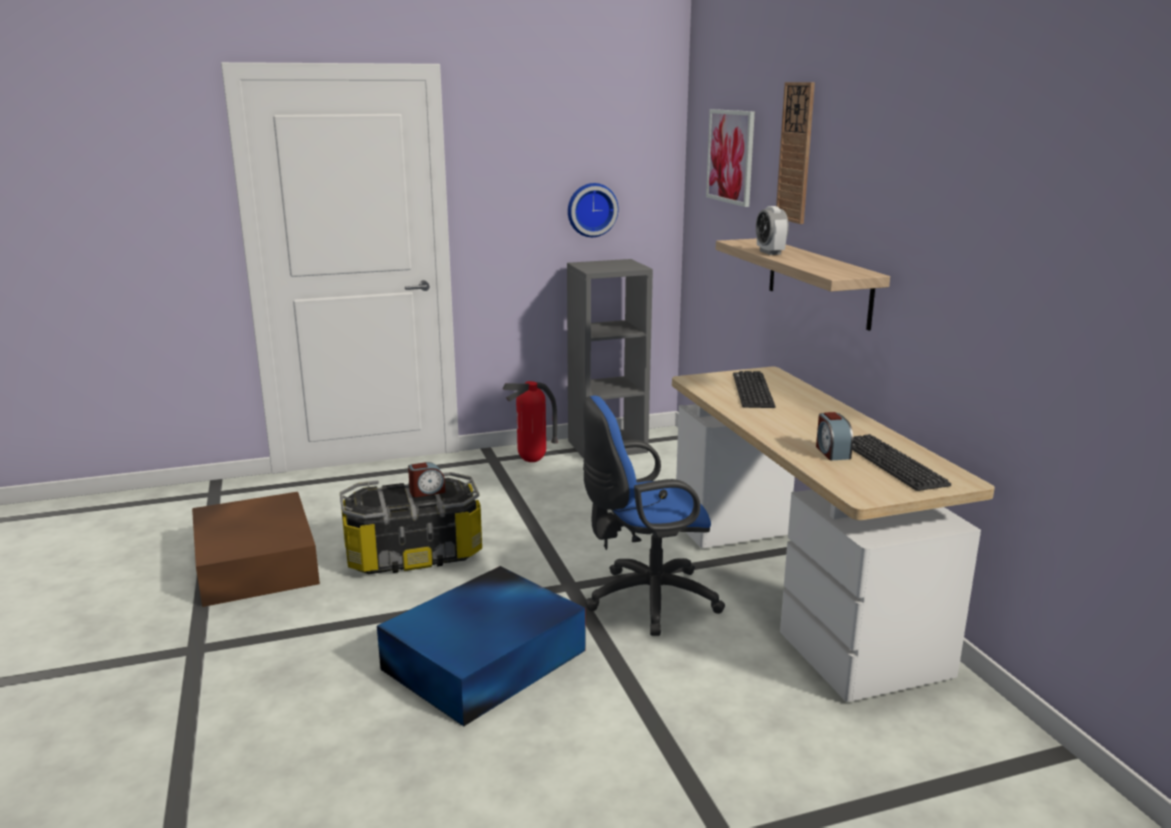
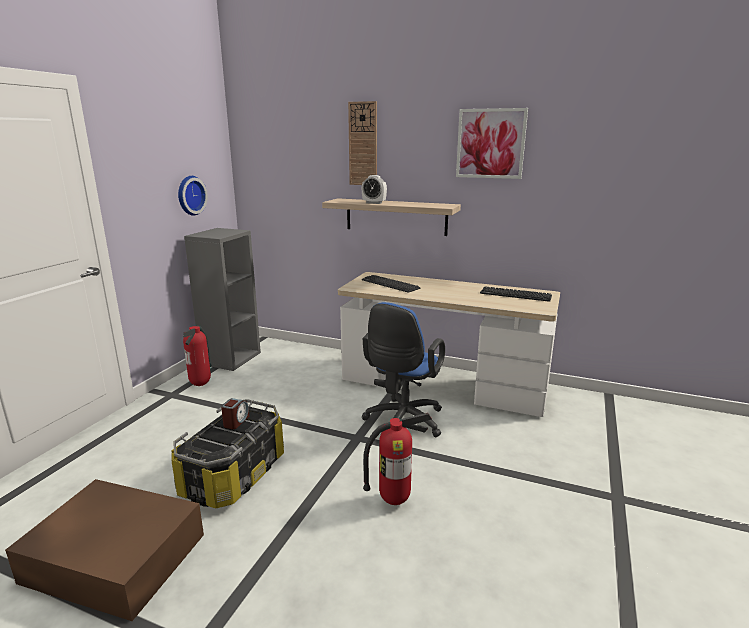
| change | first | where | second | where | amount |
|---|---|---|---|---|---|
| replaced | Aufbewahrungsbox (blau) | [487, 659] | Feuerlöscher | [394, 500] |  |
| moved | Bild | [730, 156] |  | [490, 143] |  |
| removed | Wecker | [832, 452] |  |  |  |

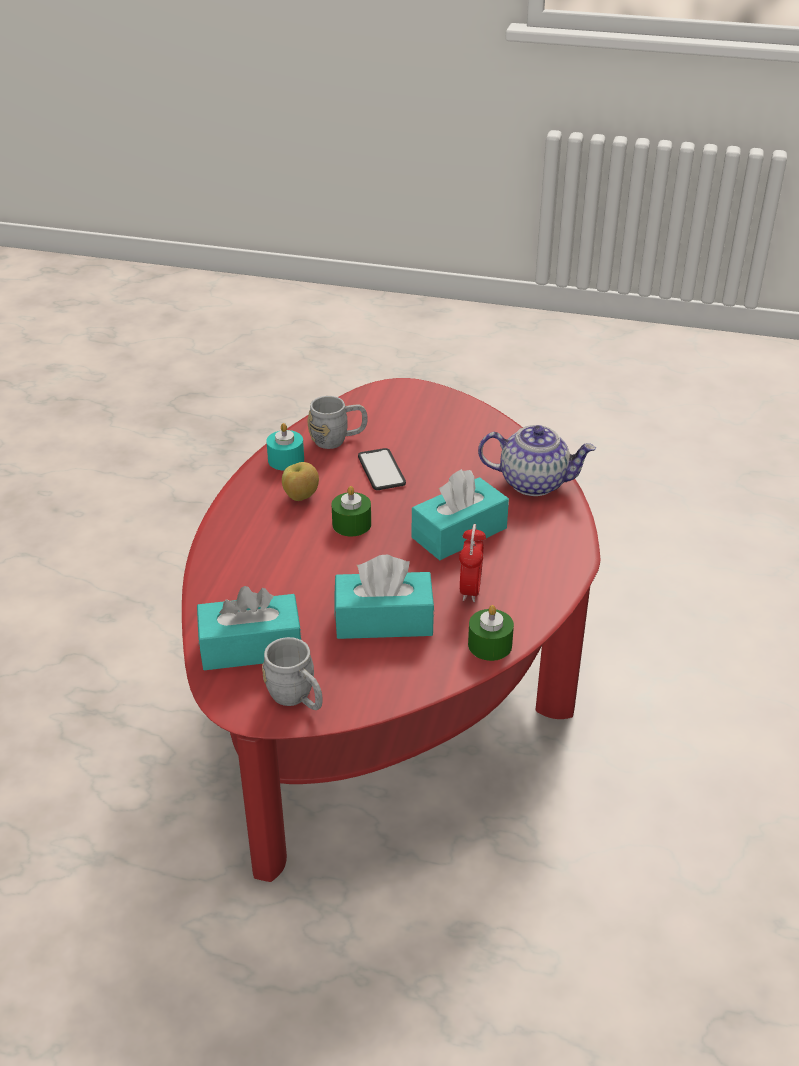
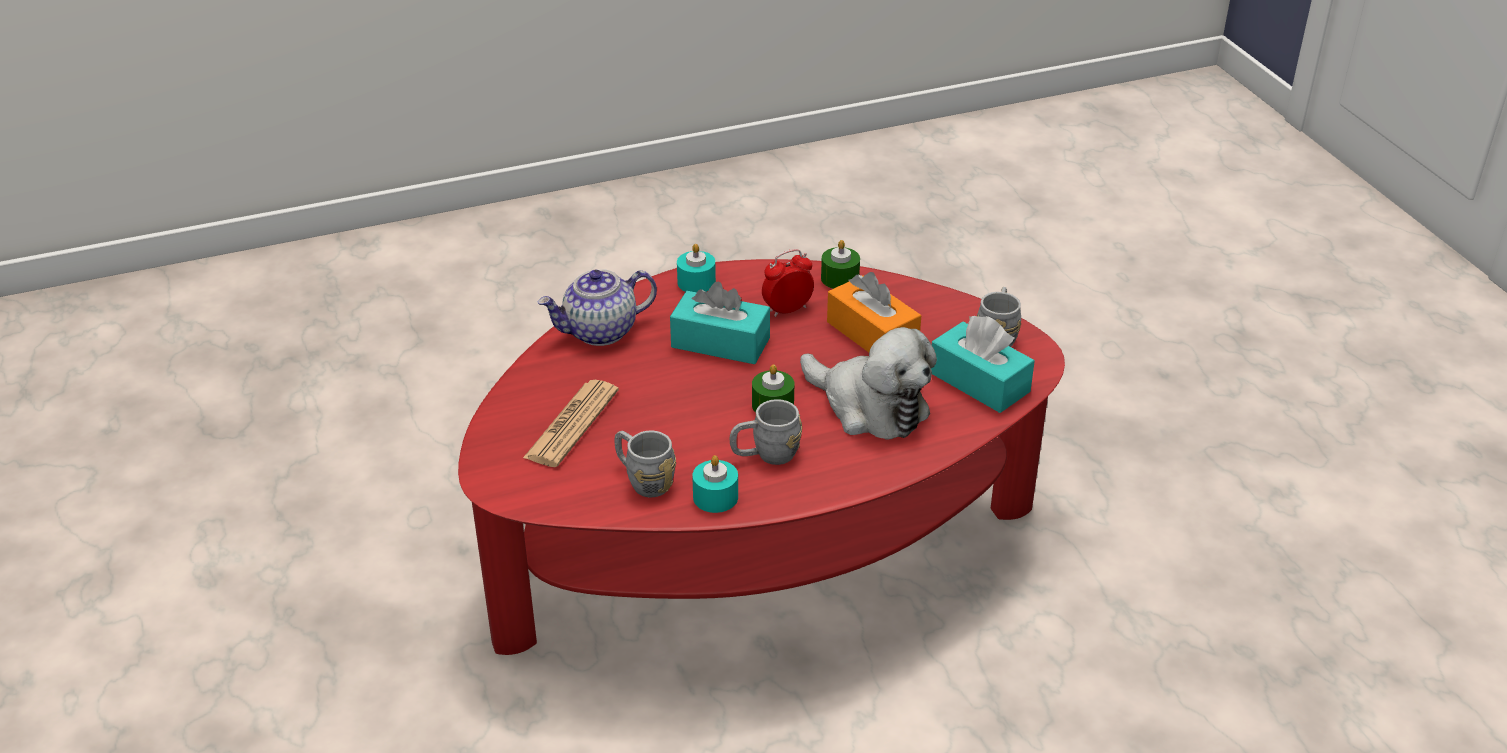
| change | first | where | second | where | amount |
|---|---|---|---|---|---|
| added |  |  | Zeitung | [572, 424] |  |
| turned | Teekanne | [534, 482] |  | [600, 332] | 90 degrees counterclockwise |
| added |  |  | Kerze (türkis) | [696, 282] |  |
| replaced | Apfel | [300, 497] | Henkelbecher (grau) | [765, 455] |  |
| added |  |  | Plüschtier | [870, 407] |  |
| recoloured | Taschentuchbox (türkis) | [384, 620] | Taschentuchbox (orange) | [872, 334] |  |
| removed | Handy | [381, 470] |  |  |  |

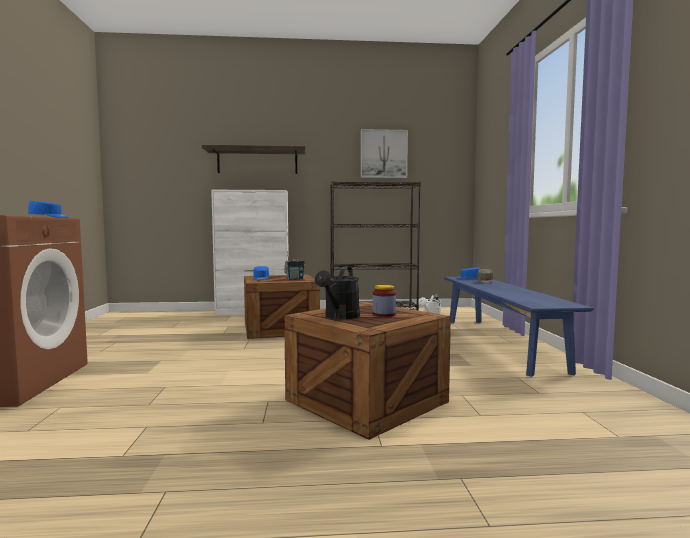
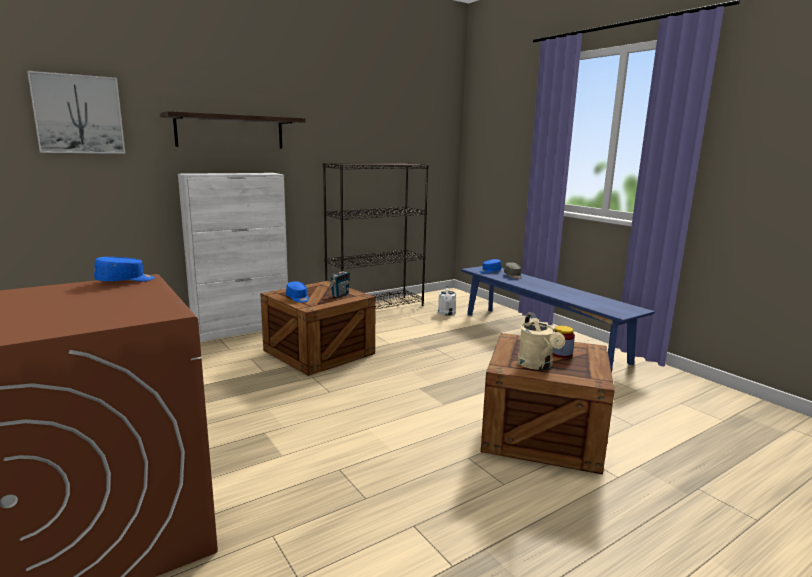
| change | first | where | second | where | amount |
|---|---|---|---|---|---|
| moved | Bild | [383, 154] |  | [78, 114] |  |
| recoloured | Gießkanne (schwarz) | [340, 317] | Gießkanne (beige) | [537, 365] |  |

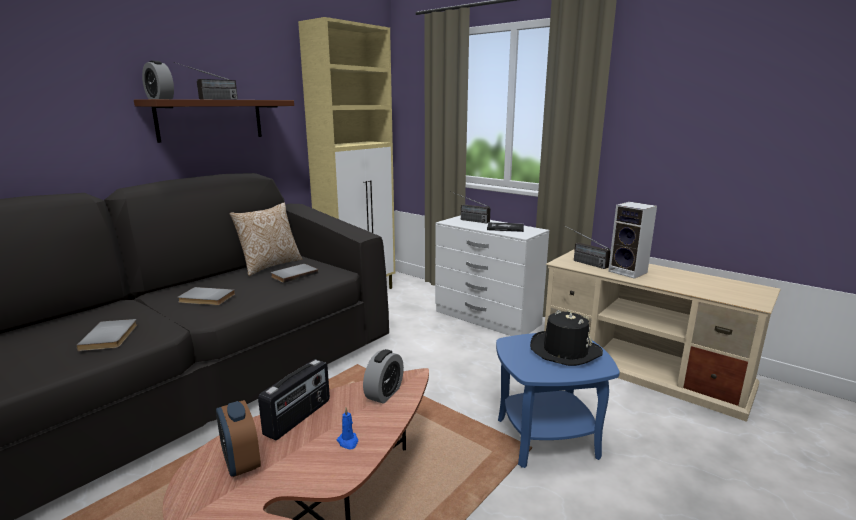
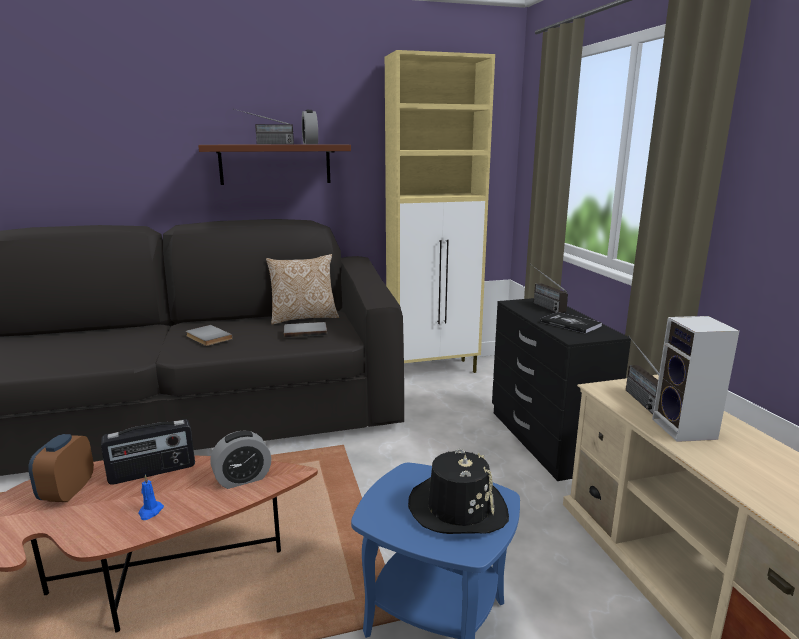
| change | first | where | second | where | amount |
|---|---|---|---|---|---|
| moved | Wecker | [160, 99] |  | [310, 144] |  |
| recoloured | Kommode (weiß) | [487, 318] | Kommode (schwarz) | [545, 440] |  |
| removed | Buch (grau) | [111, 336] |  |  |  |

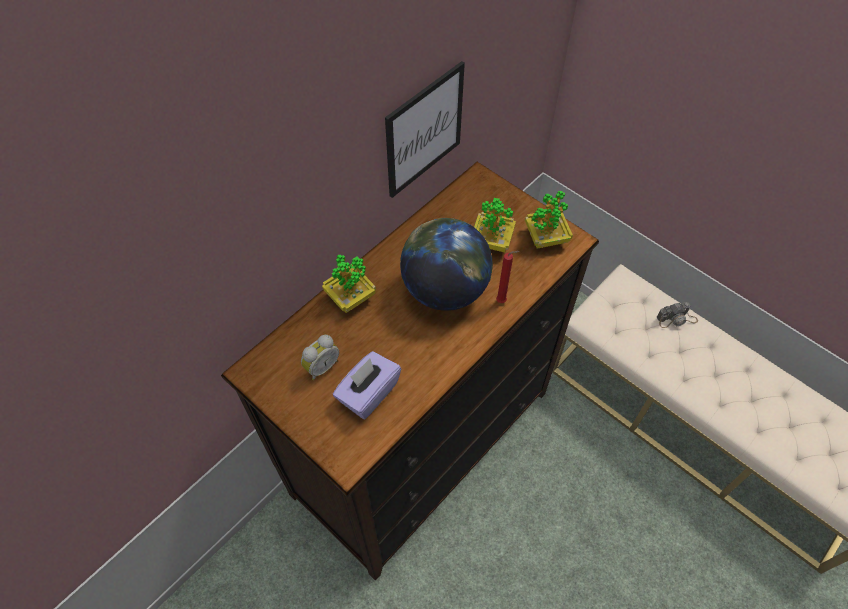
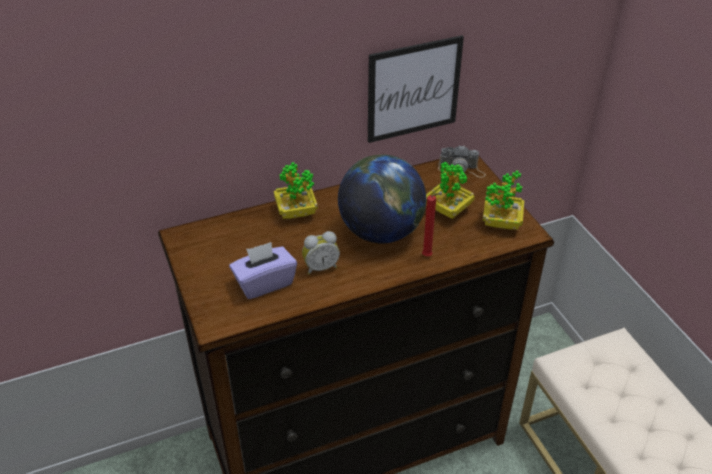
| change | first | where | second | where | amount |
|---|---|---|---|---|---|
| moved | Wecker | [321, 366] |  | [320, 267] |  |
| moved | Kamera | [676, 319] |  | [461, 169] |  |

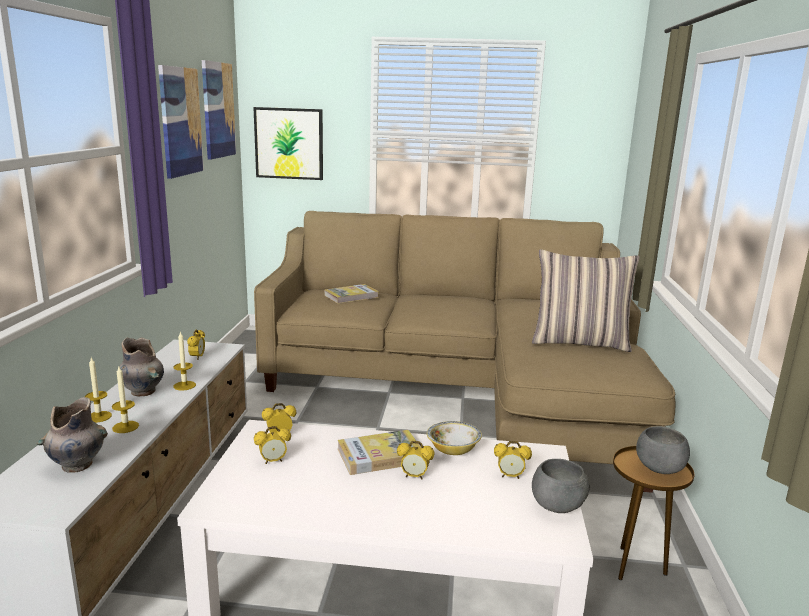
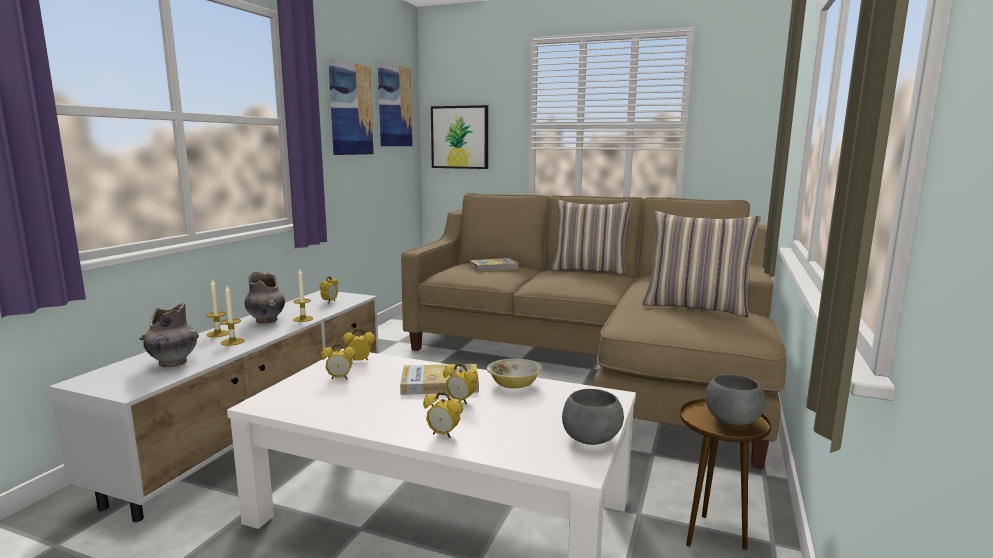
| change | first | where | second | where | amount |
|---|---|---|---|---|---|
| moved | Wecker | [510, 476] |  | [443, 434] |  |
| added |  |  | Kissen | [589, 270] |  |

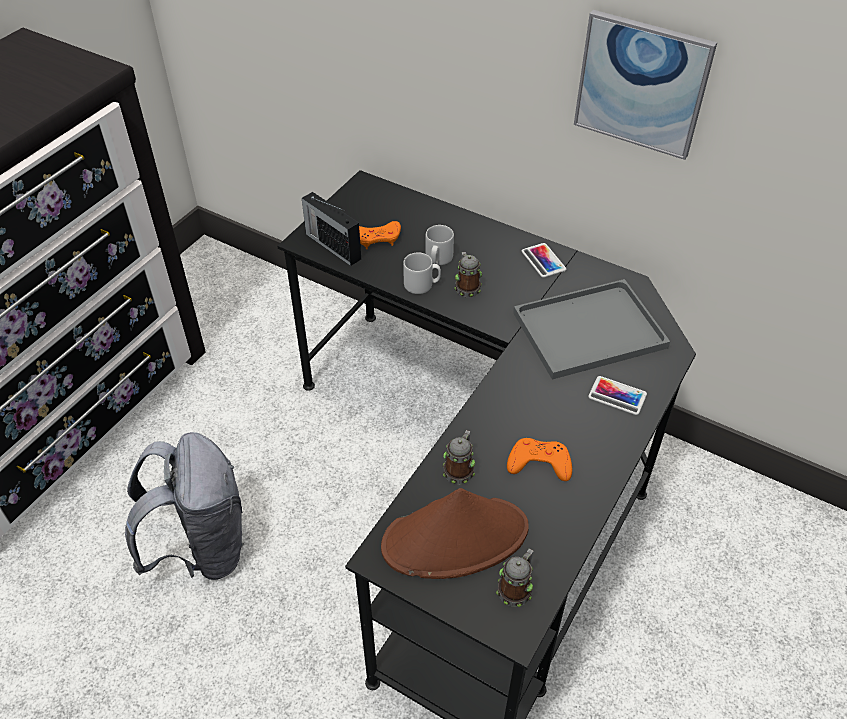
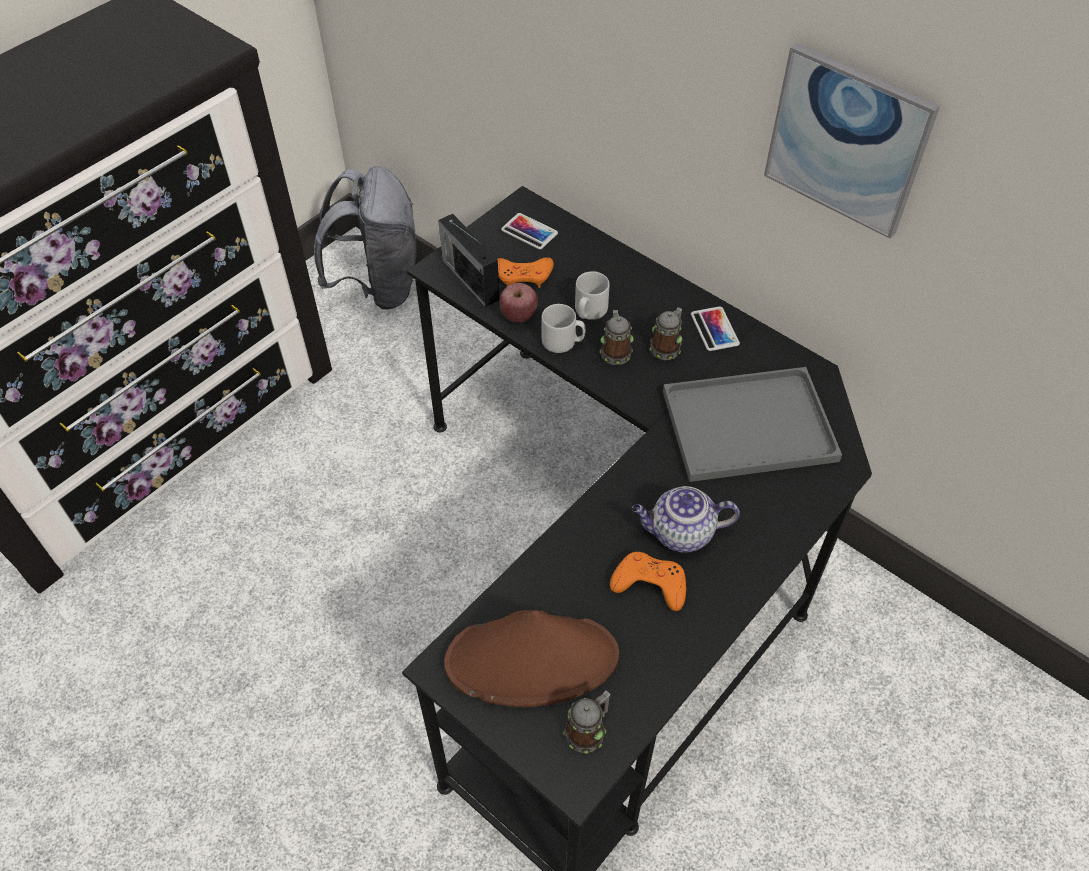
| change | first | where | second | where | amount |
|---|---|---|---|---|---|
| moved | Rucksack (grau) | [202, 547] |  | [378, 286] |  |
| added |  |  | Apfel | [519, 316] |  |
| moved | Handy | [617, 396] |  | [529, 231] |  |
| added |  |  | Teekanne | [680, 533] |  |
| moved | Henkelbecher | [460, 469] |  | [667, 346] |  |

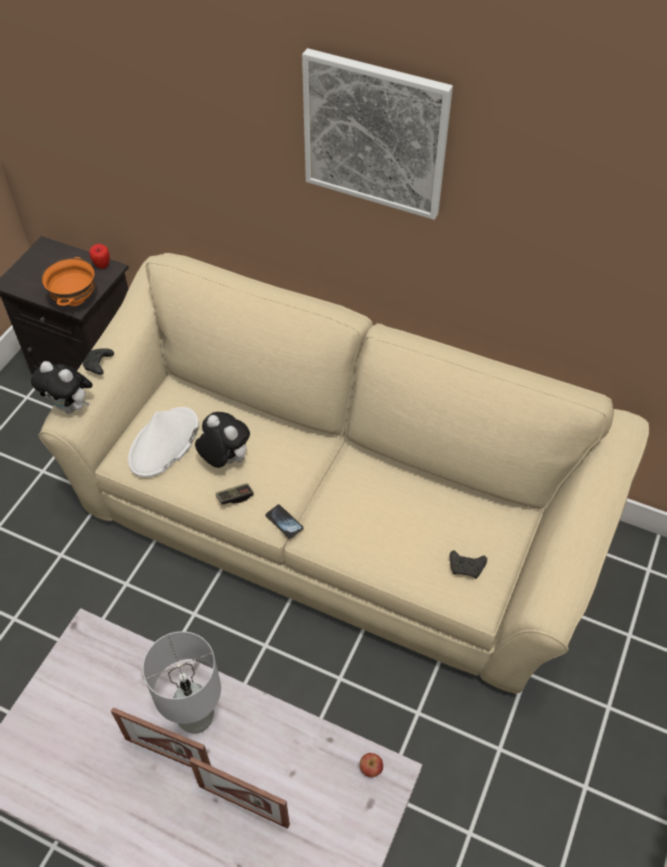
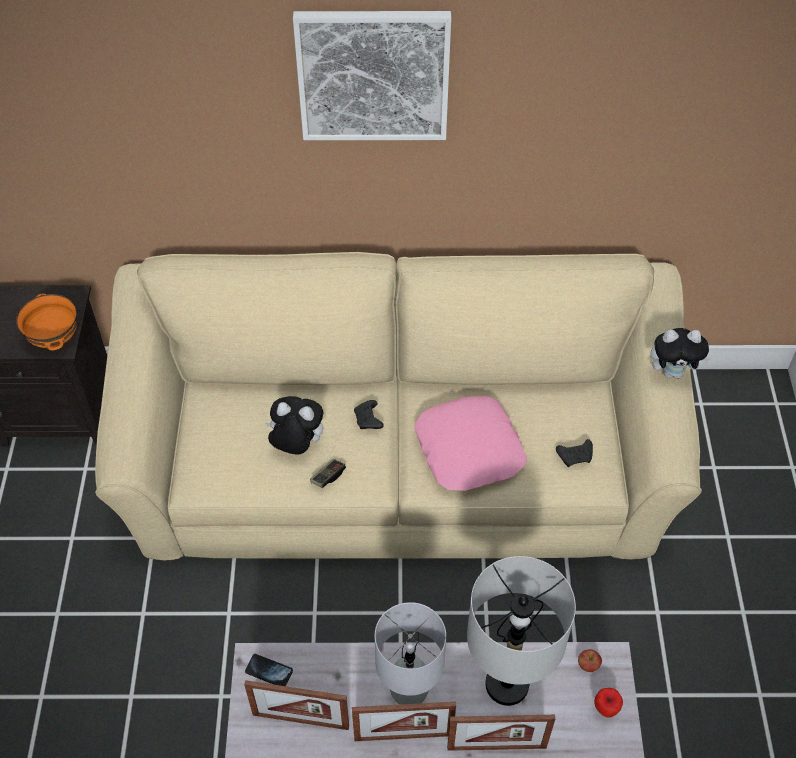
| change | first | where | second | where | amount |
|---|---|---|---|---|---|
| added |  |  | Bilderrahmen | [300, 720] |  |
| moved | Handy | [284, 522] |  | [269, 671] |  |
| moved | Gamepad (schwarz) | [98, 365] |  | [368, 420] |  |
| added |  |  | Kissen (rosa) | [469, 449] |  |
| added |  |  | Tischlampe (grau) | [506, 684] |  |
| moved | Apfel | [102, 265] |  | [605, 710] |  |
| moved | Plüschtier | [71, 407] |  | [673, 372] |  |
| removed | Hut (weiß) | [164, 443] |  |  |  |

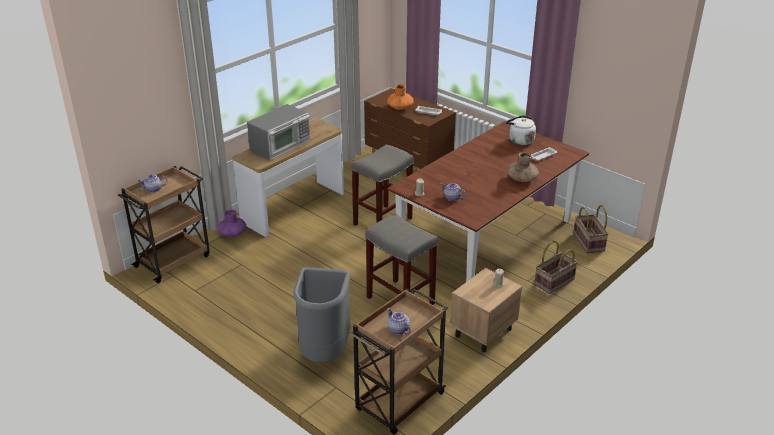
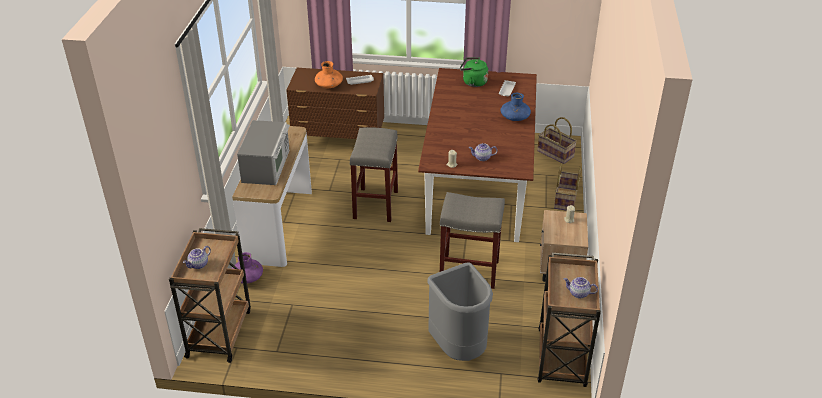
| change | first | where | second | where | amount |
|---|---|---|---|---|---|
| recoloured | Wasserkessel (weiß) | [520, 140] | Wasserkessel (grün) | [473, 82] |  |
| recoloured | Vase (braun) | [522, 179] | Vase (blau) | [514, 117] |  |

